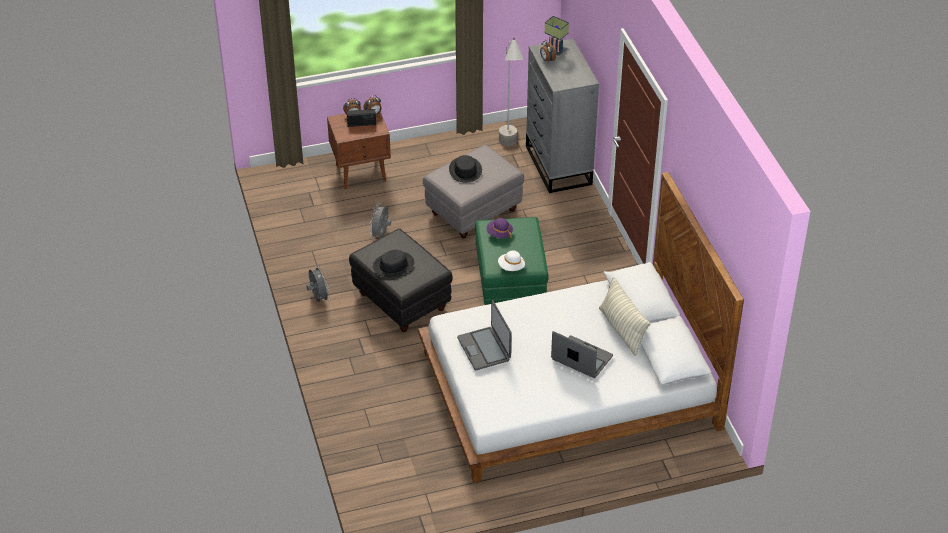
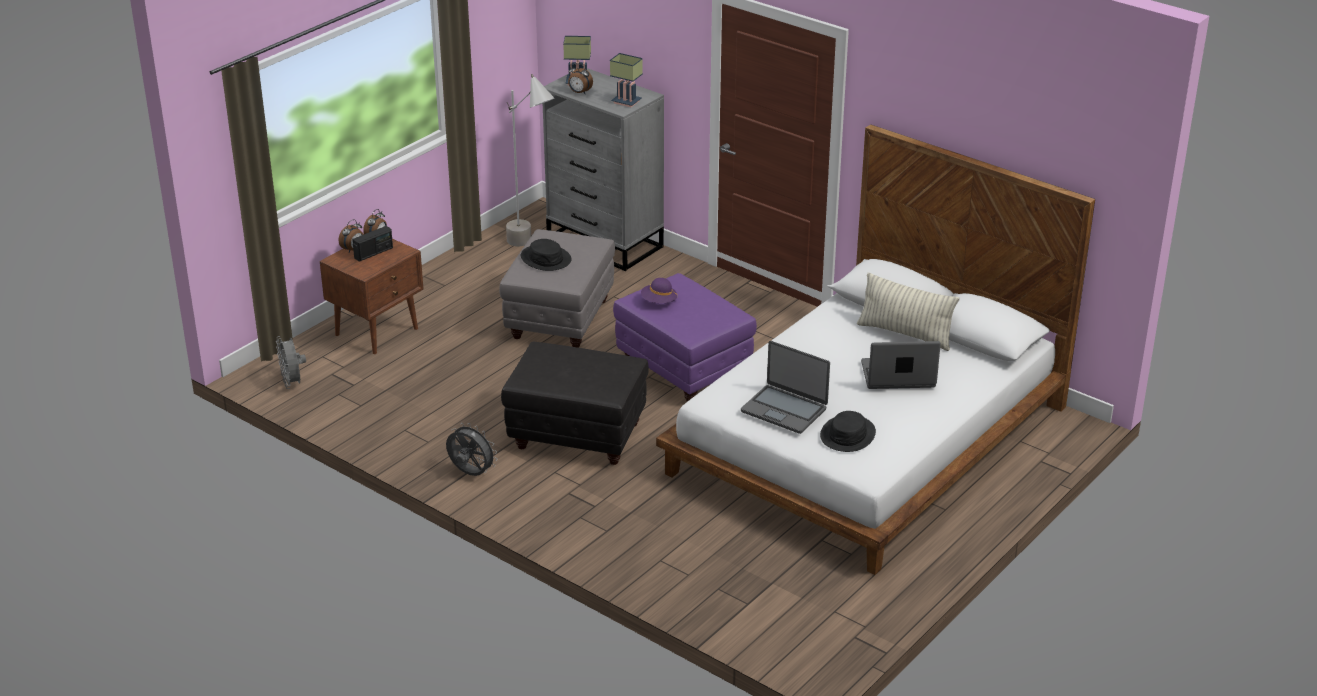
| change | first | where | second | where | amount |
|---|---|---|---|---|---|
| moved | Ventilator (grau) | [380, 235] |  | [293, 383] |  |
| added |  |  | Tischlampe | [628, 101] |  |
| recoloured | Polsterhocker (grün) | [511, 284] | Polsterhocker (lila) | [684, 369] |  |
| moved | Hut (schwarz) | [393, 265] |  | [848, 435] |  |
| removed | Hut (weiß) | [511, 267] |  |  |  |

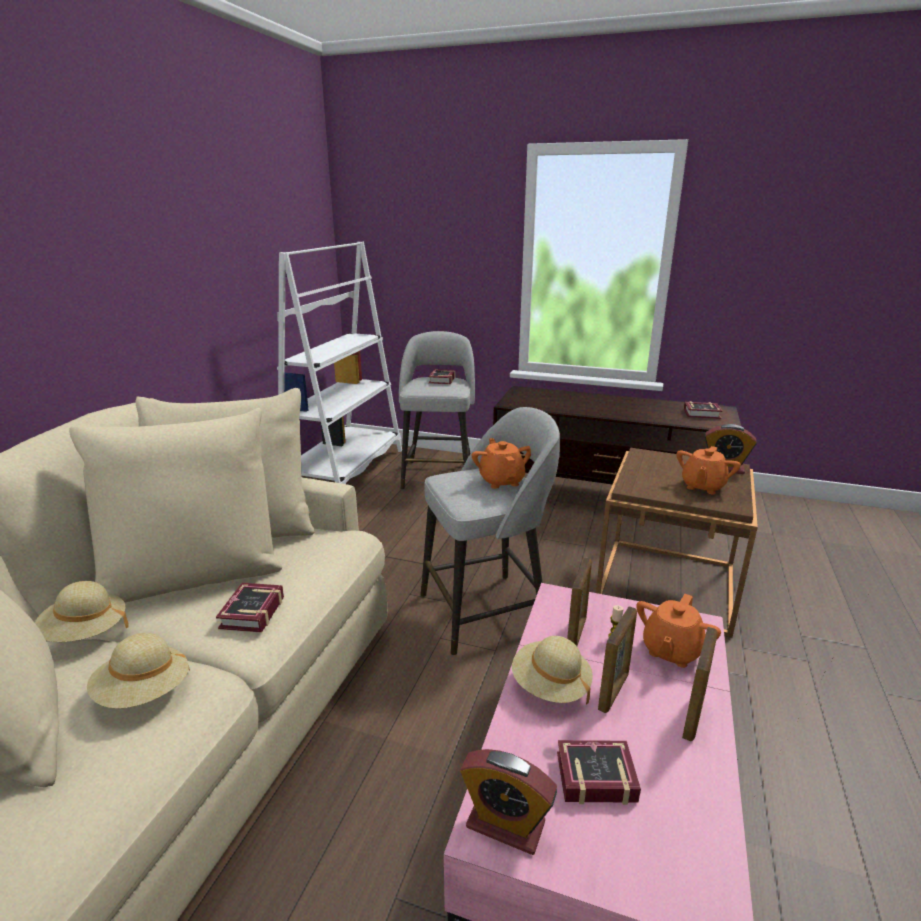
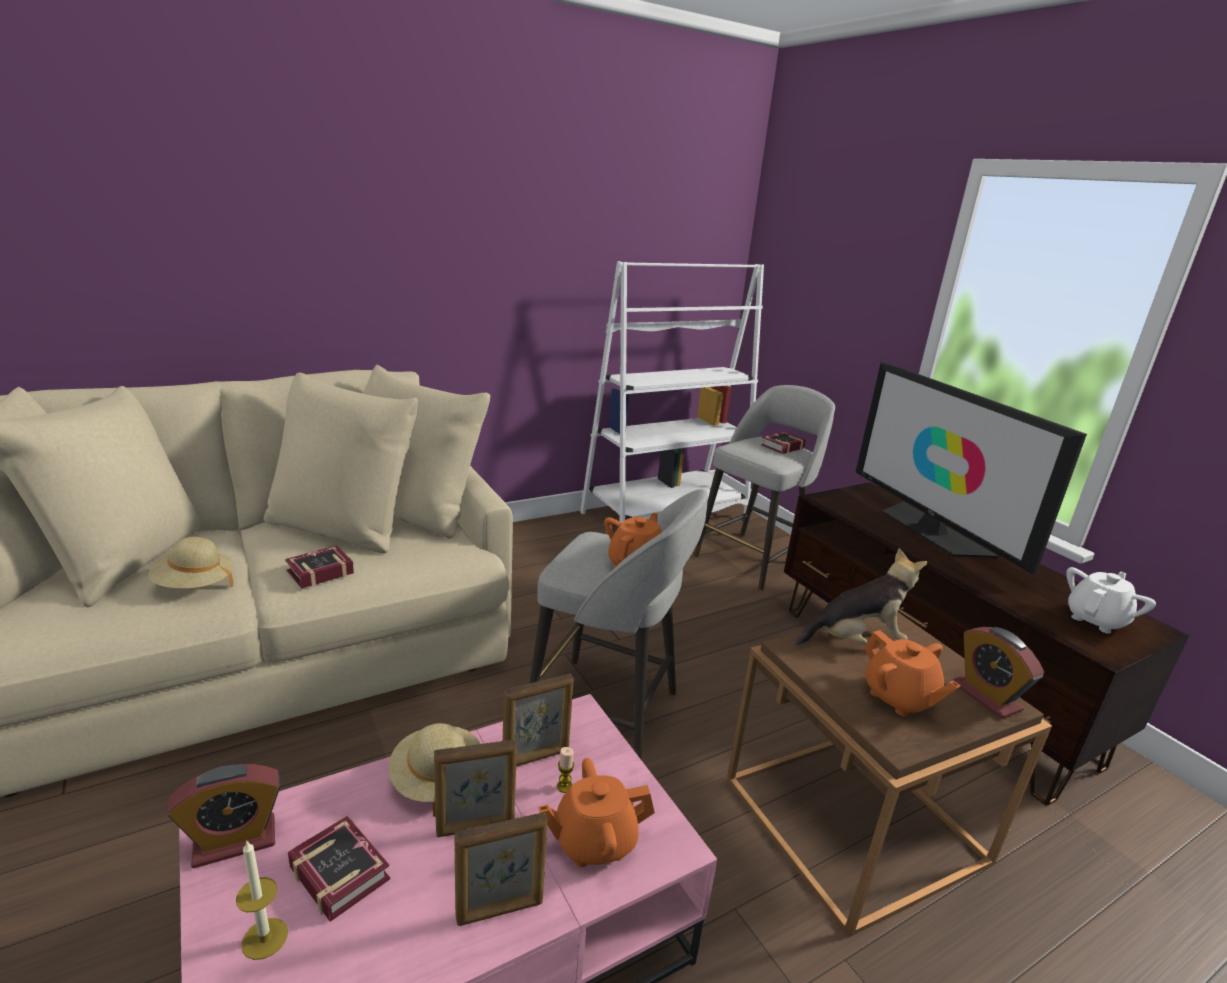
| change | first | where | second | where | amount |
|---|---|---|---|---|---|
| turned | Wecker | [505, 824] |  | [235, 842] | 90 degrees counterclockwise |
| added |  |  | Kerze | [265, 938] |  |
| added |  |  | Plüschtier | [855, 640] |  |
| added |  |  | Fernseher | [931, 530] |  |
| turned | Teekanne (orange) | [702, 486] |  | [899, 698] | 105 degrees counterclockwise |
| replaced | Buch | [703, 414] | Teekanne (weiß) | [1096, 620] |  |
| removed | Hut (beige) | [85, 632] |  |  |  |

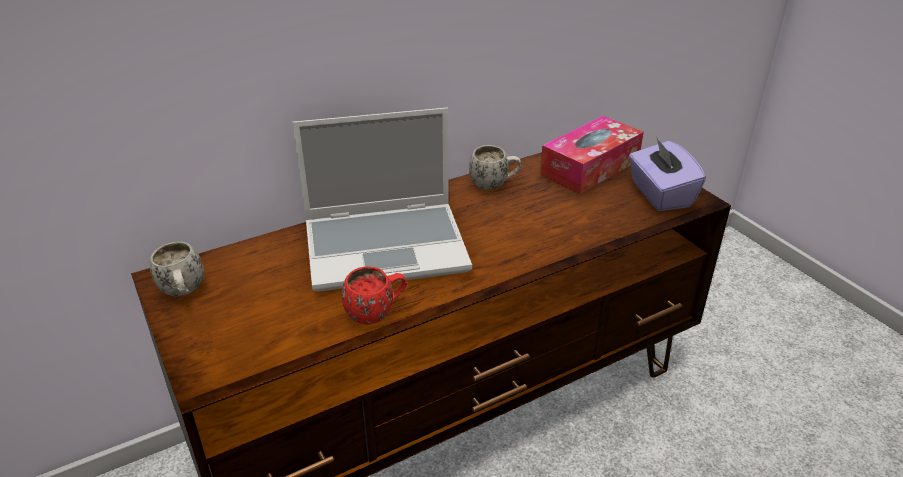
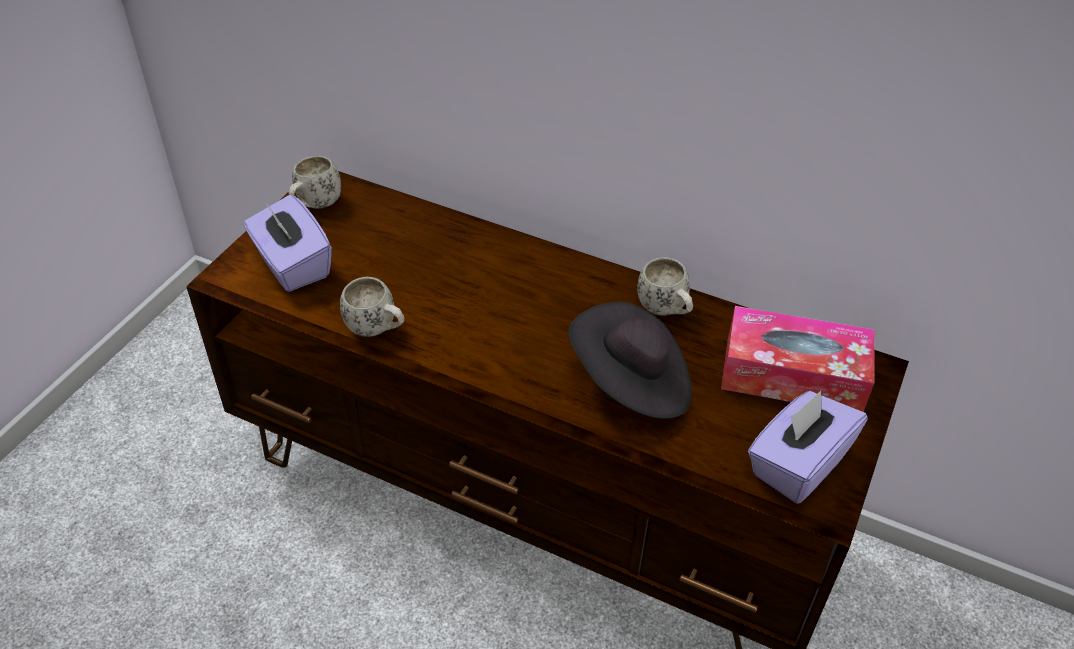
| change | first | where | second | where | amount |
|---|---|---|---|---|---|
| added |  |  | Taschentuchbox (lila) | [292, 265] |  |
| recoloured | Henkelbecher (rot) | [376, 313] | Henkelbecher (weiß) | [377, 329] |  |
| added |  |  | Hut (schwarz) | [631, 383] |  |
| removed | Laptop | [387, 247] |  |  |  |

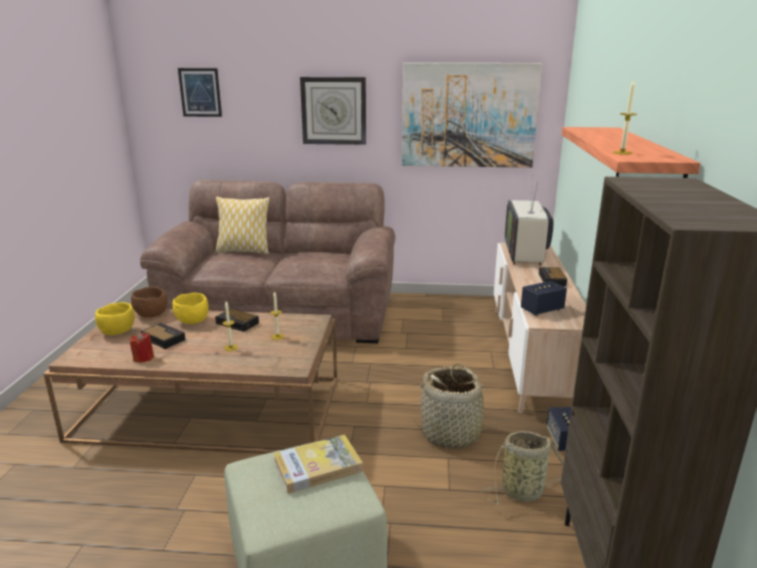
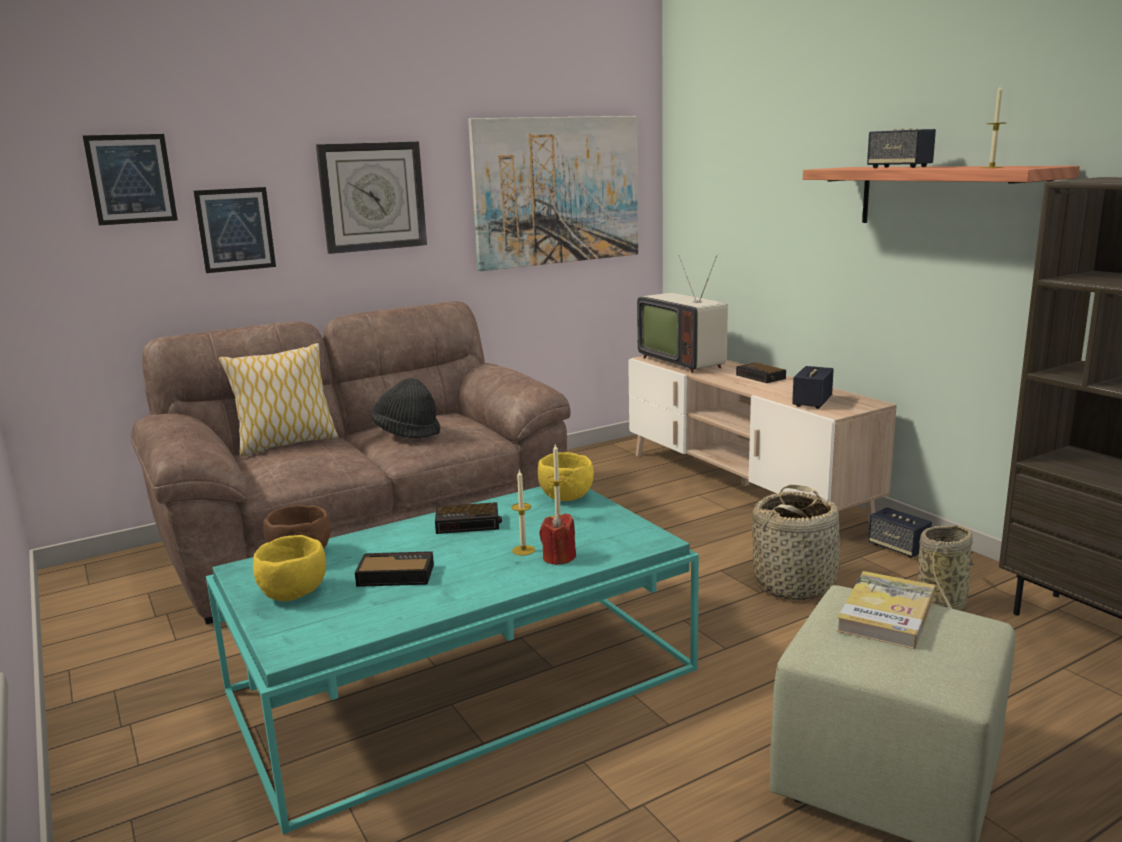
| change | first | where | second | where | amount |
|---|---|---|---|---|---|
| added |  |  | Bild | [235, 229] |  |
| recoloured | Couchtisch (braun) | [212, 408] | Couchtisch (türkis) | [463, 680] |  |
| added |  |  | Hut (schwarz) | [407, 432] |  |
| moved | Schüssel (gelb) | [191, 321] |  | [565, 497] |  |
| moved | Kerze (rot) | [143, 358] |  | [559, 558] |  |
| added |  |  | Lautsprecher | [899, 167] |  |

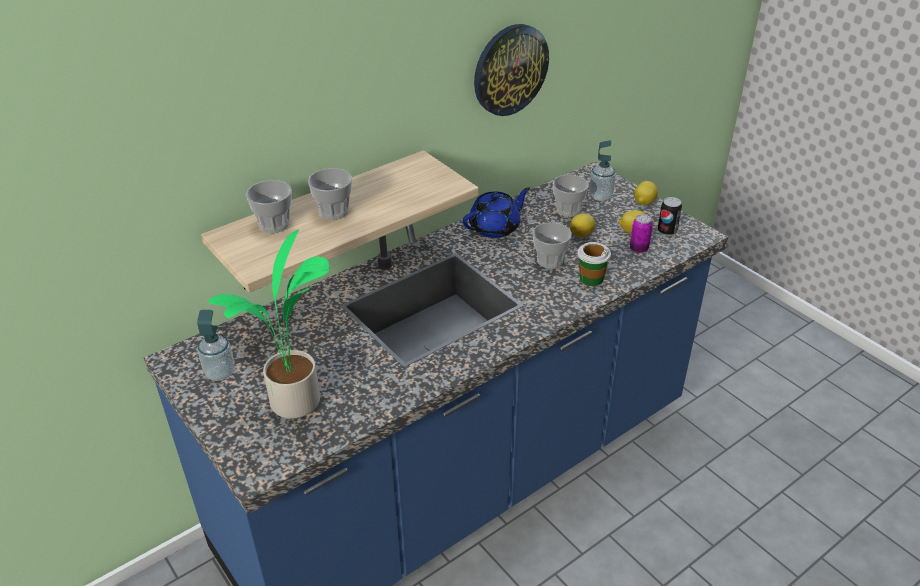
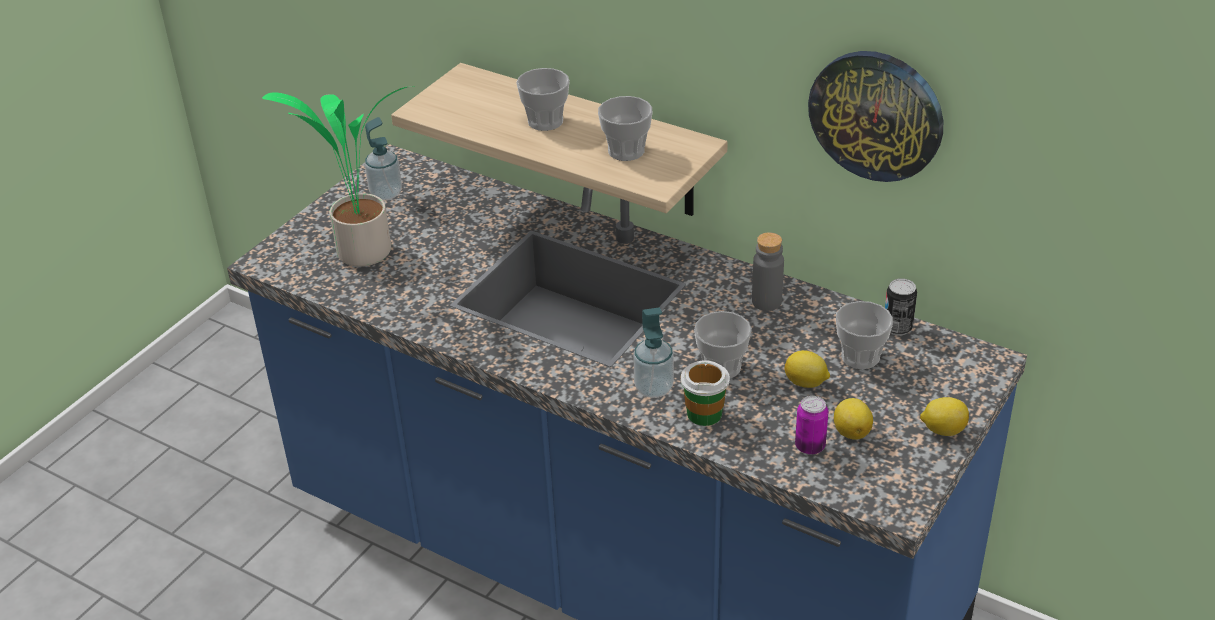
| change | first | where | second | where | amount |
|---|---|---|---|---|---|
| moved | Tasse | [274, 224] |  | [626, 151] |  |
| moved | Seifenspender | [600, 196] |  | [654, 388] |  |
| replaced | Teekanne (blau) | [495, 227] | Flasche (grau) | [766, 301] |  |
| moved | Dose | [667, 231] |  | [897, 328] |  |

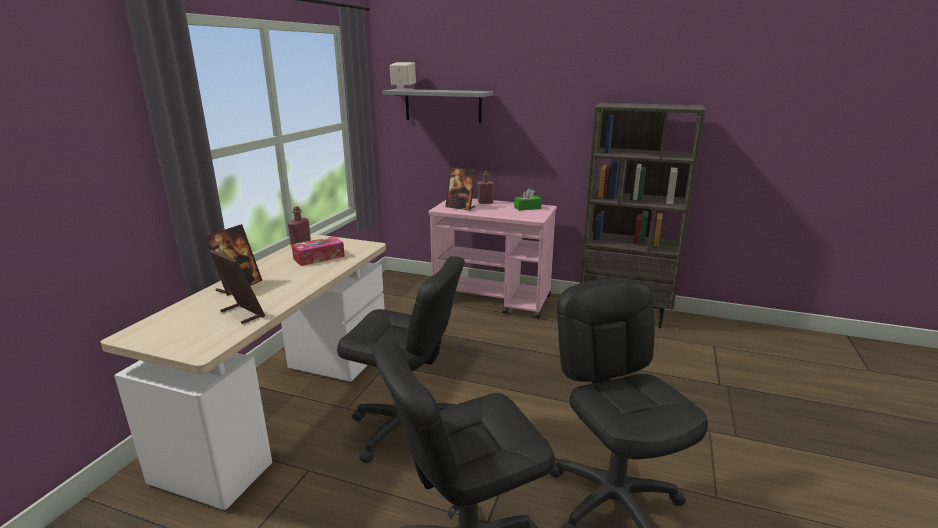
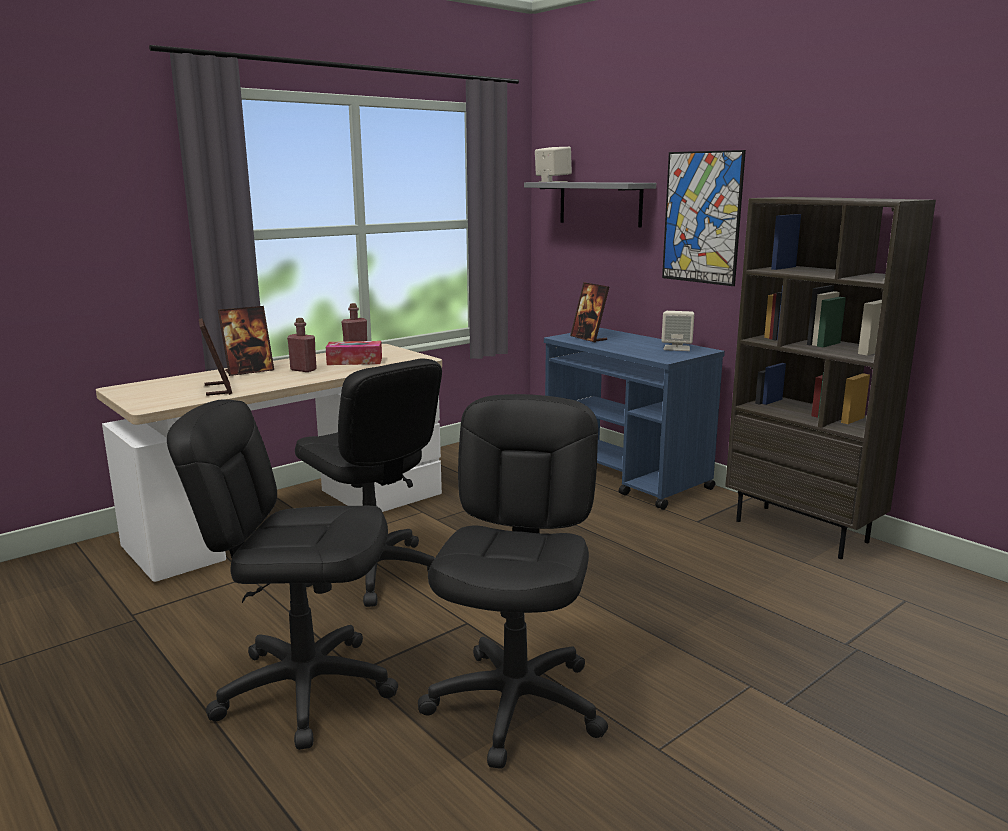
| change | first | where | second | where | amount |
|---|---|---|---|---|---|
| moved | Flasche (rot) | [485, 202] |  | [303, 370] |  |
| recoloured | Rollwagen (rosa) | [493, 299] | Rollwagen (blau) | [626, 477] |  |
| replaced | Taschentuchbox (grün) | [527, 208] | Lautsprecher (beige) | [677, 348] |  |
| added |  |  | Bild | [702, 218] |  |

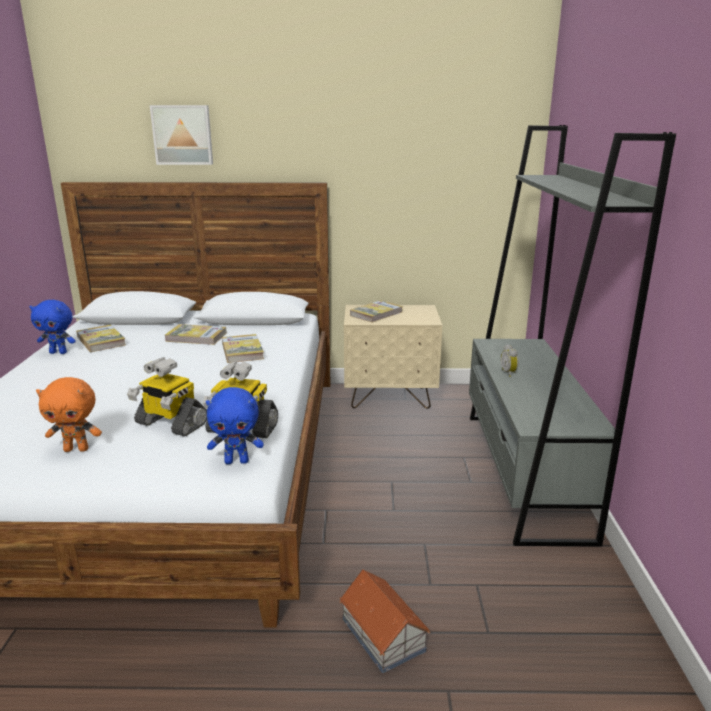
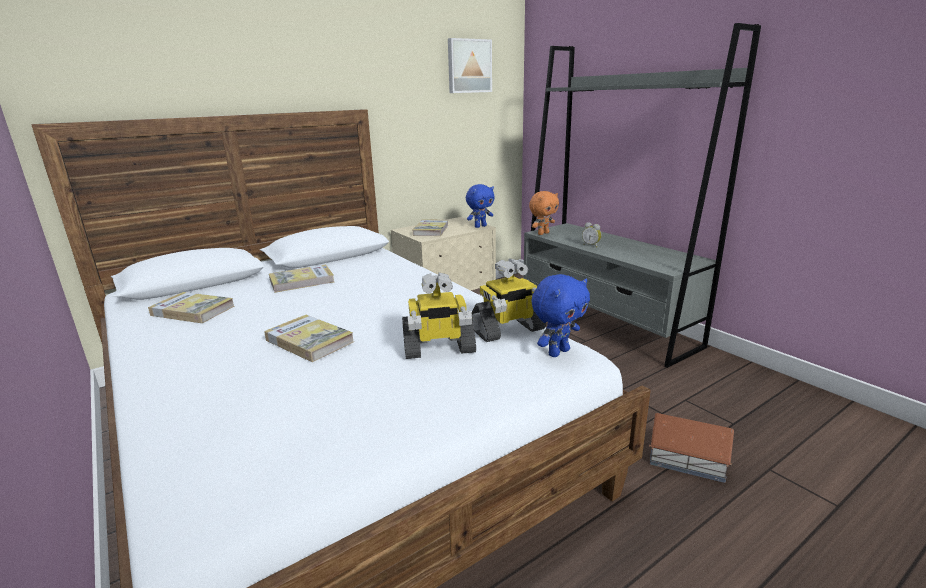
| change | first | where | second | where | amount |
|---|---|---|---|---|---|
| moved | Buch | [242, 351] |  | [309, 341] |  |
| moved | Bild | [183, 135] |  | [469, 66] |  |
| moved | Plüschtier (blau) | [59, 352] |  | [480, 226] |  |
| moved | Plüschtier (orange) | [77, 449] |  | [543, 233] |  |

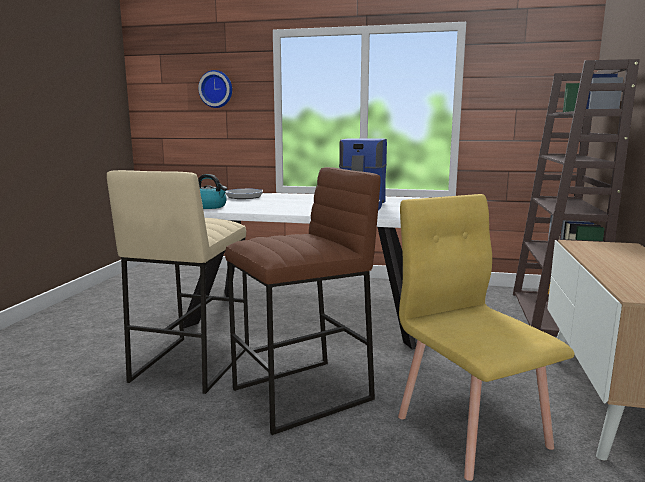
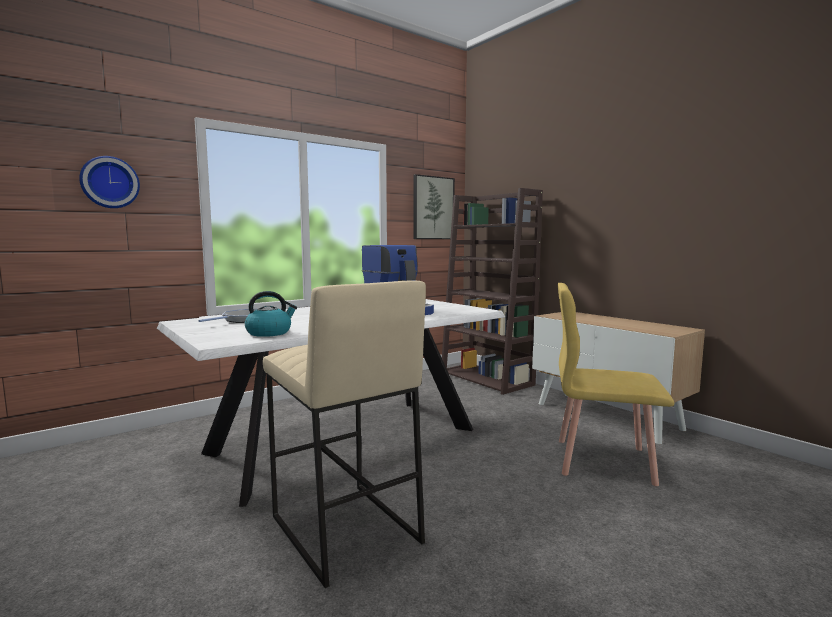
| change | first | where | second | where | amount |
|---|---|---|---|---|---|
| added |  |  | Bild | [433, 208] |  |
| removed | Hocker (braun) | [303, 395] |  |  |  |

